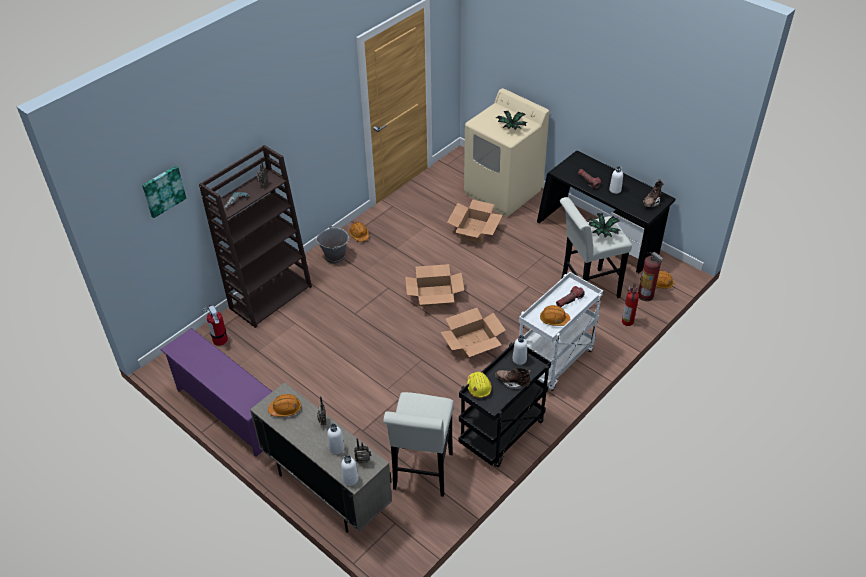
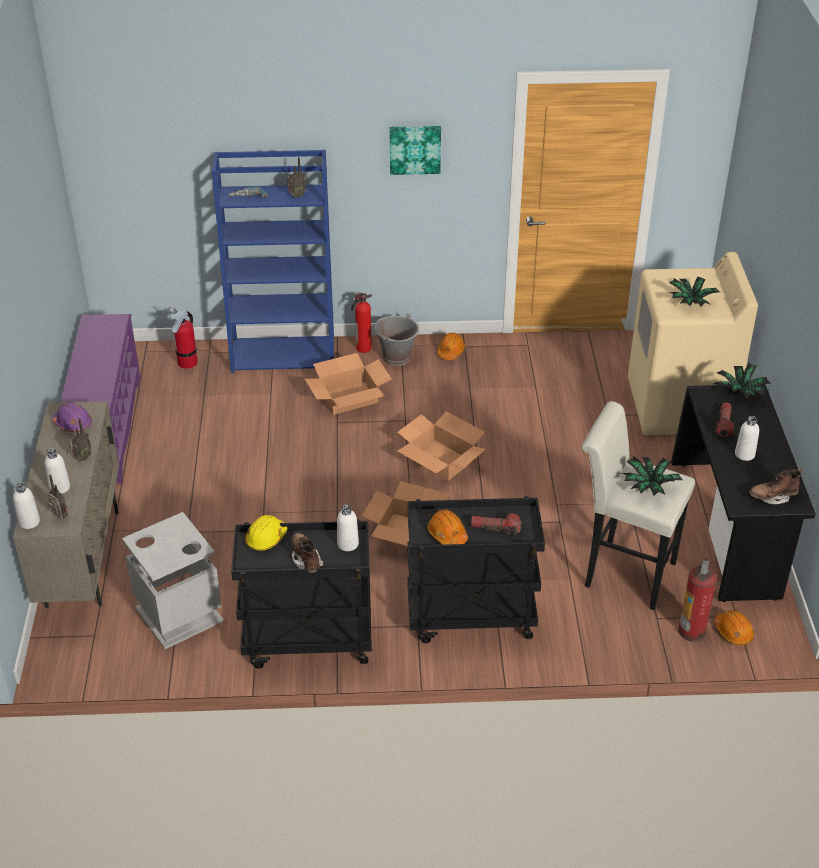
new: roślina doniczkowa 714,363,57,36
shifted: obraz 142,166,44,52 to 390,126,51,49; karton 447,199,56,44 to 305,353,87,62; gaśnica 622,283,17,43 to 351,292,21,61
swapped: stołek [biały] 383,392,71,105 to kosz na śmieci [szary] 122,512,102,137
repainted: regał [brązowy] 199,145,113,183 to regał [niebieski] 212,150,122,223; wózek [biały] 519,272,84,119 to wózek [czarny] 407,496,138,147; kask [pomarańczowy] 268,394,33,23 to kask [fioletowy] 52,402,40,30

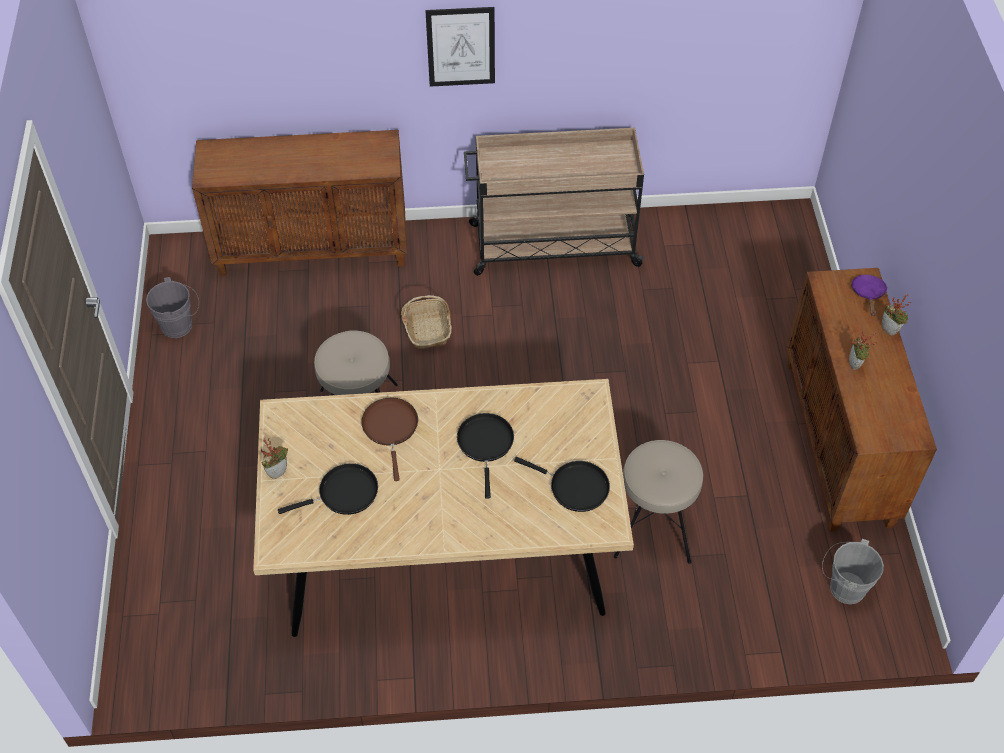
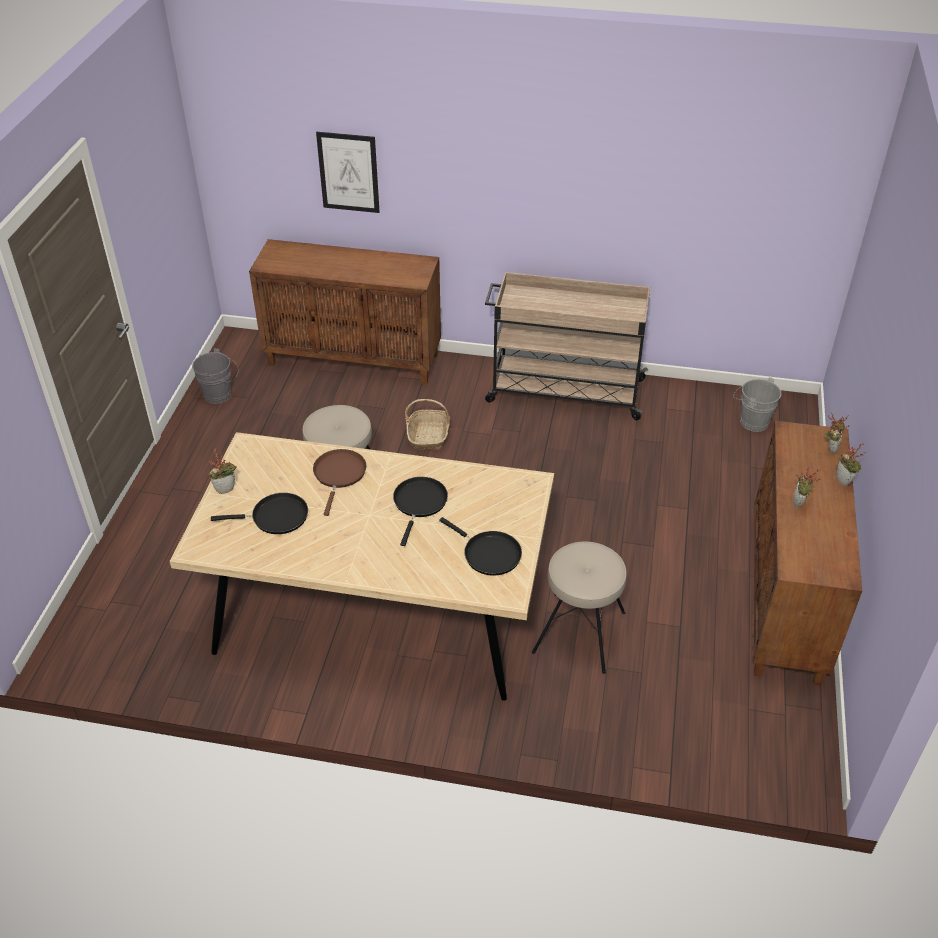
shifted: obraz 425,7,70,80 to 316,132,63,81; wiadro [szary] 822,539,62,65 to 733,377,48,55
swapped: patelnia [fioletowy] 851,275,37,41 to roślina doniczkowa 825,412,25,42

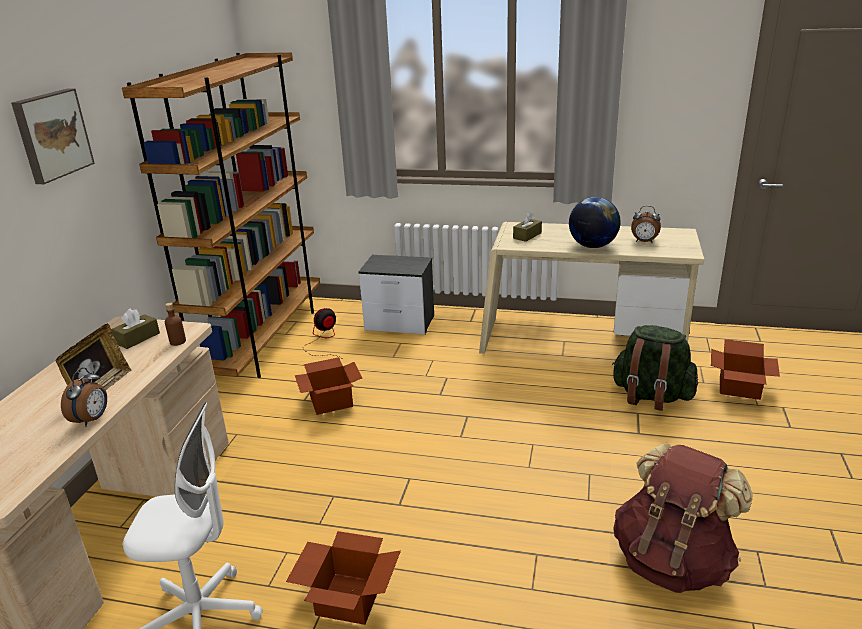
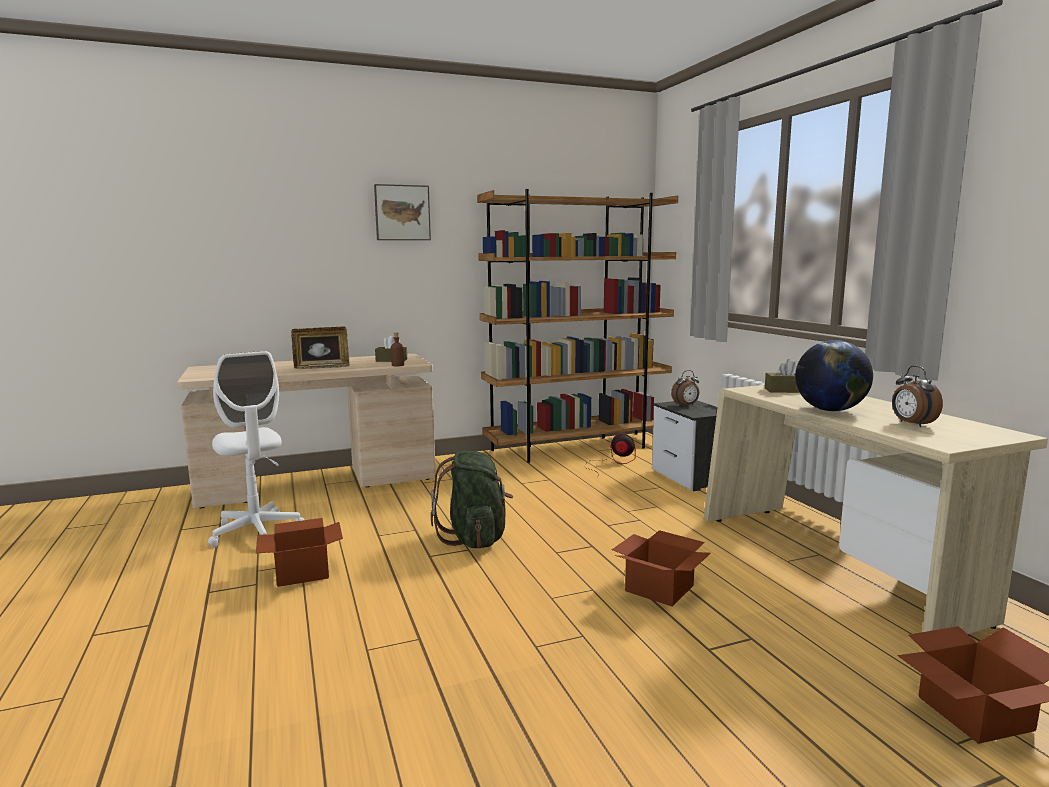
gone: plecak [brązowy] 613,443,140,150
shifted: plecak [zielony] 612,325,86,86 to 431,451,82,98; karton 295,357,67,58 to 612,530,99,76; budzik 61,367,46,60 to 671,370,29,37

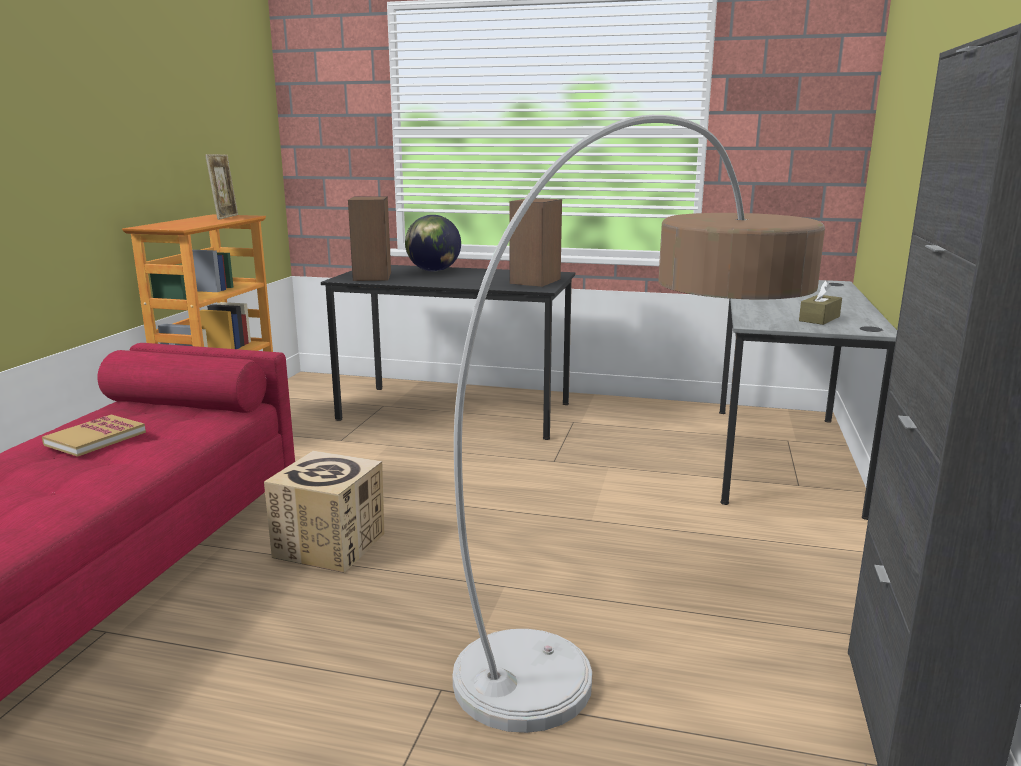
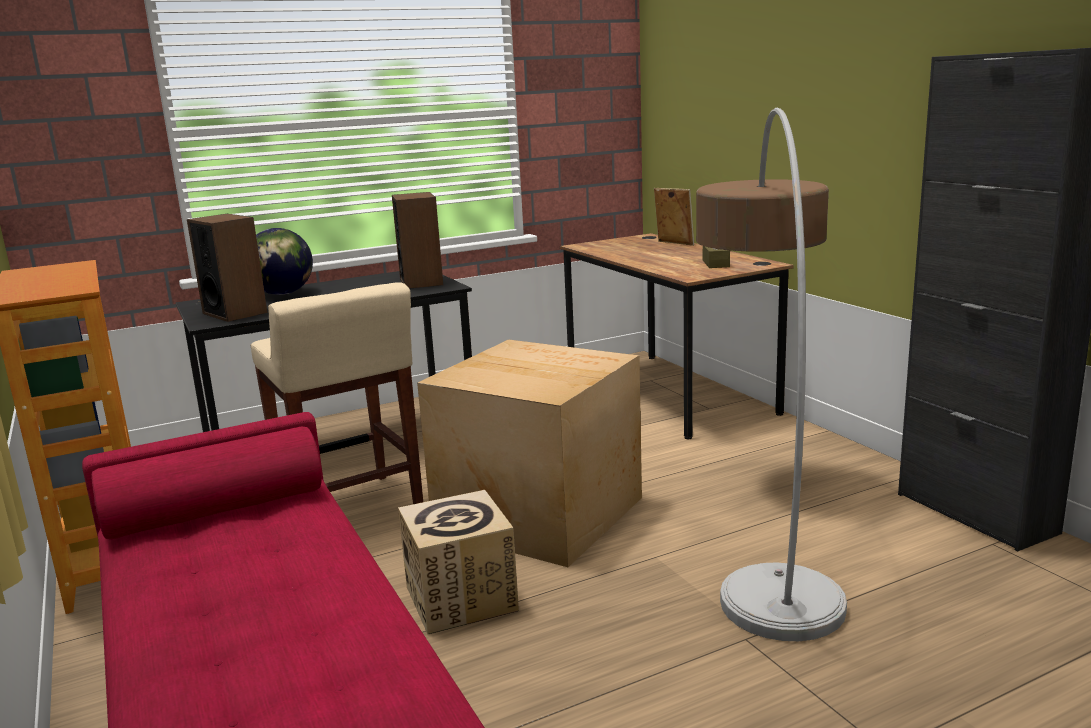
gone: książka 42,415,104,42
new: stołek [beżowy] 251,282,172,222; karton 417,339,225,228
shifted: ramka na zdjęcie 205,154,33,66 to 654,188,40,58
repainted: biurko [szary] 719,280,178,240 to biurko [brązowy] 560,233,234,206

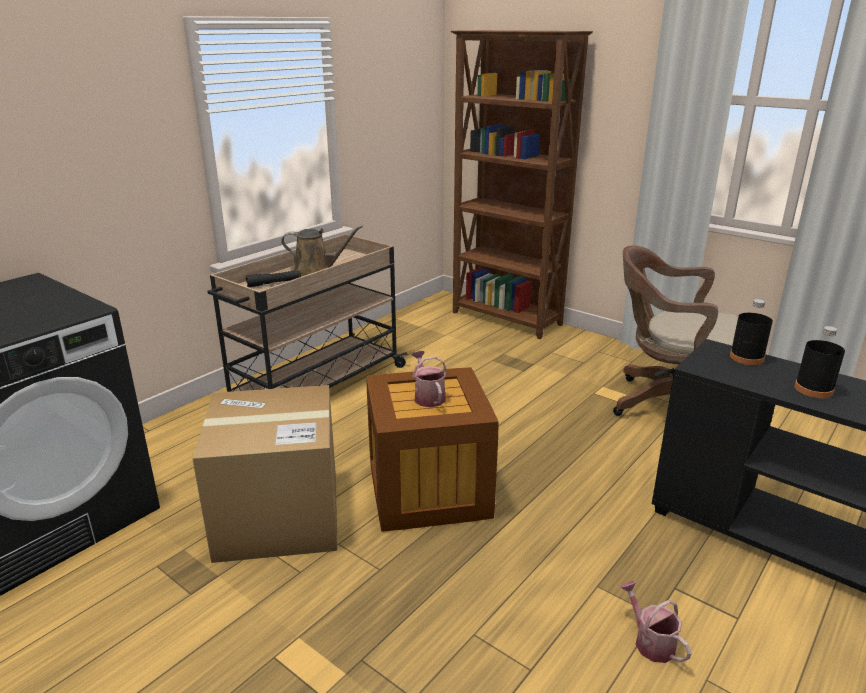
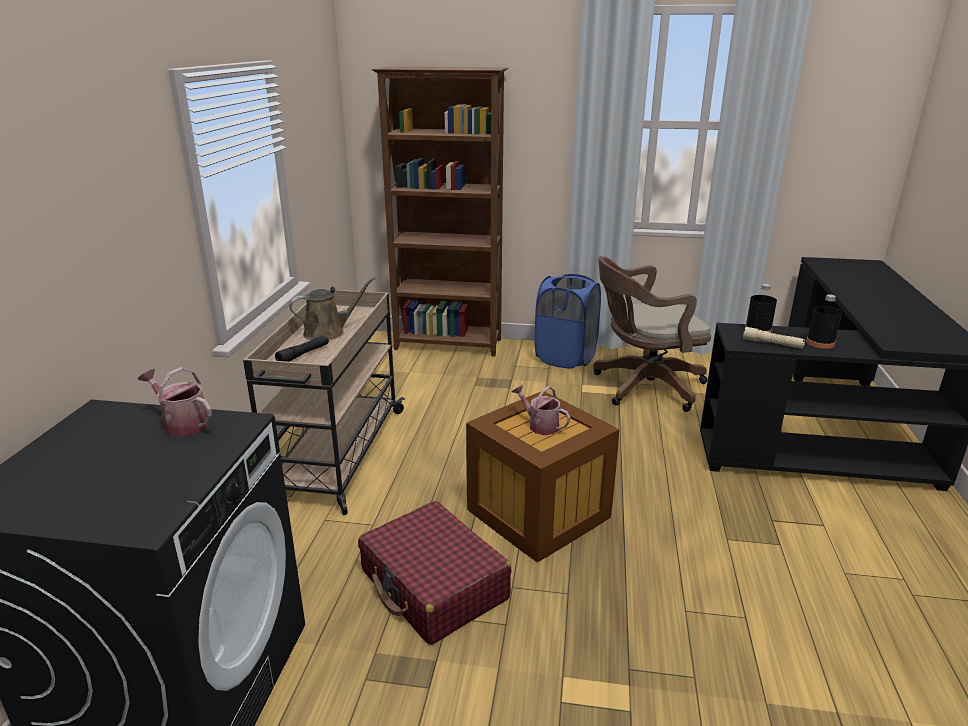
new: kosz na pranie [niebieski] 535,274,66,95; latarka [beżowy] 743,327,62,22
shifted: konewka 619,581,73,82 to 138,367,74,70
swapped: karton 193,385,145,178 to walizka [czerwony] 358,501,154,144

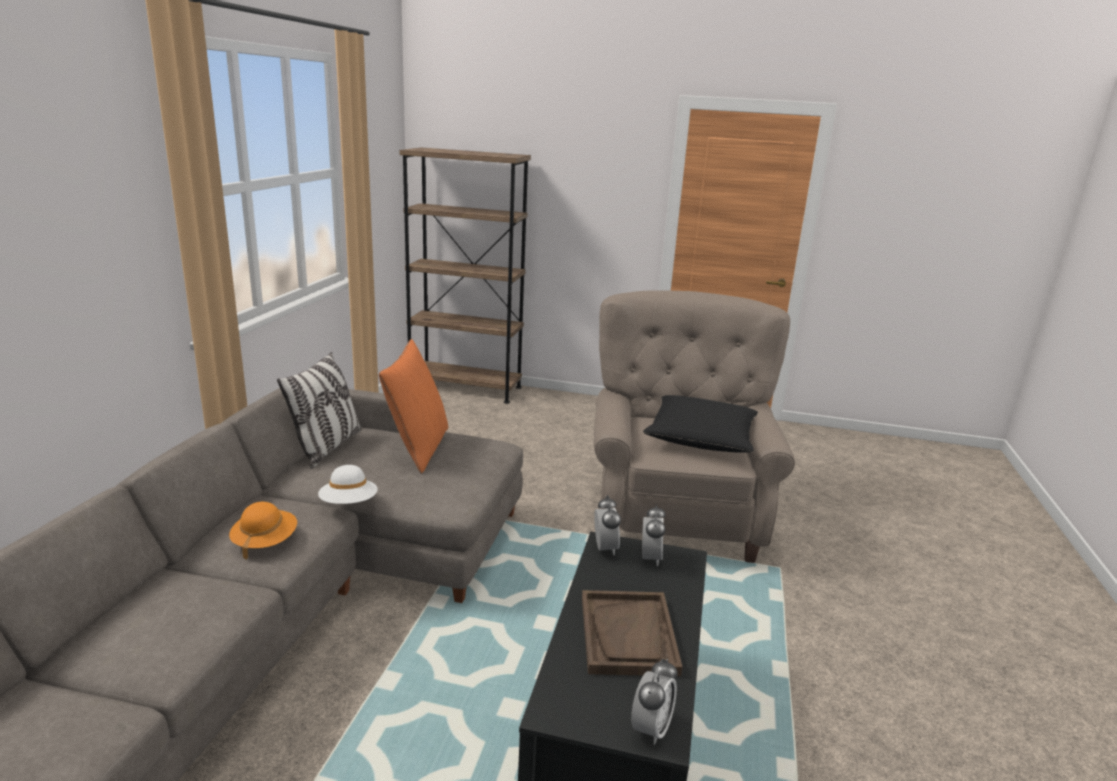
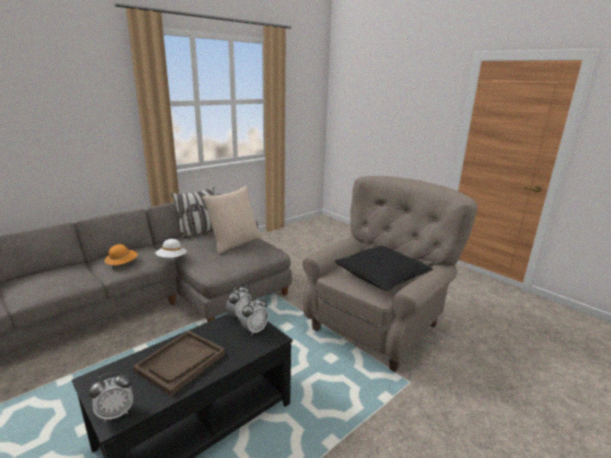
gone: regał [brązowy] 400,147,131,257
repainted: poduszka [pomarańczowy] 379,339,69,134 to poduszka [beżowy] 202,186,60,69

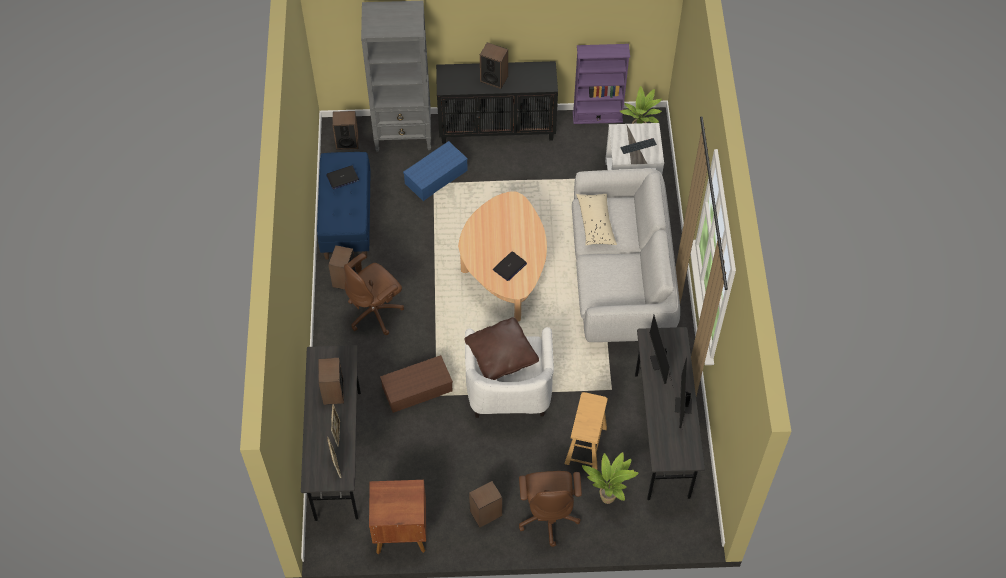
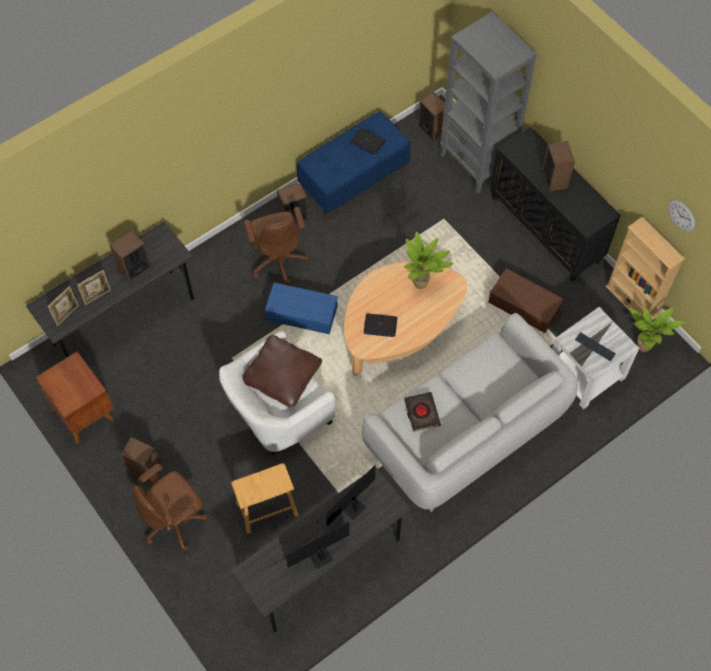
gone: poduszka [beżowy] 576,194,41,52
new: zegar ścienny 668,200,28,32; książka [czarny] 404,392,37,40
shifted: pojemnik do przechowywania [niebieski] 403,141,65,60 to 265,283,73,51; pojemnik do przechowywania [brązowy] 380,355,73,58 to 488,268,76,65; roślina doniczkowa 582,452,56,52 to 404,232,49,57
repainted: regał [fioletowy] 573,44,57,80 to regał [beżowy] 606,217,79,104
rotated: krzesło biurowe [brązowy] 344,253,60,82 = 243,207,66,79 120 degrees counterclockwise

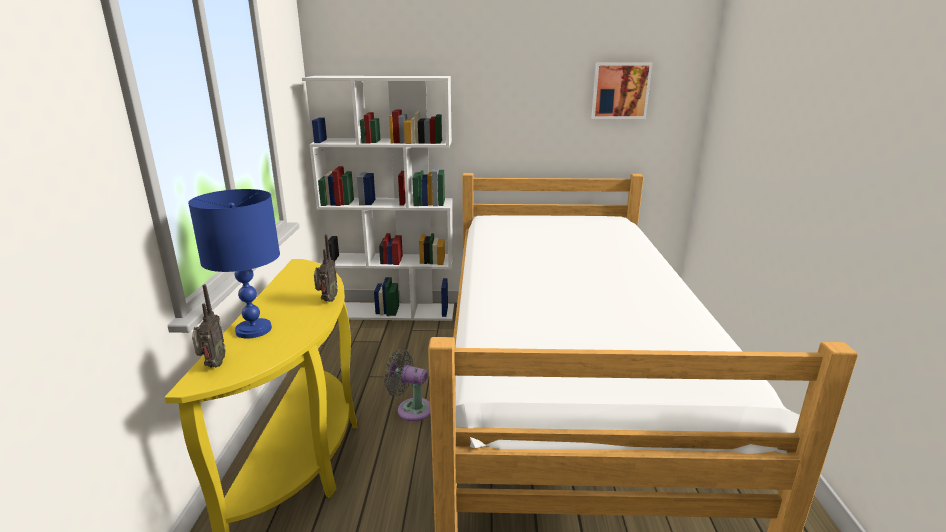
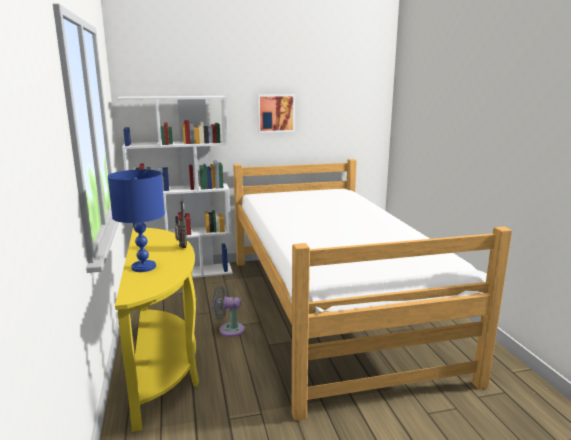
gone: radio 192,284,34,83
shifted: obraz 591,63,61,56 to 257,94,38,39

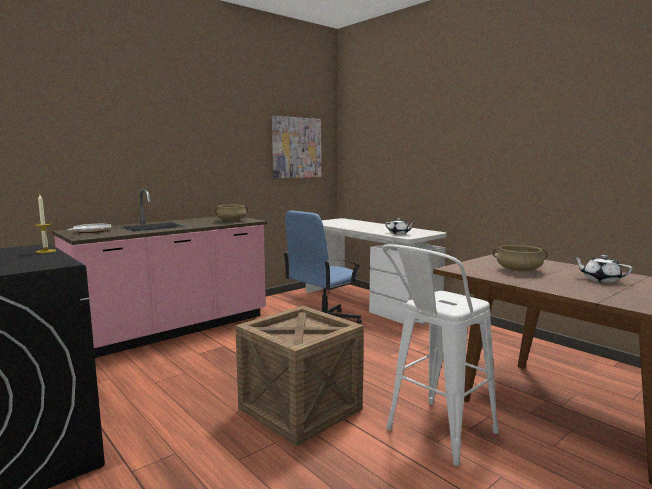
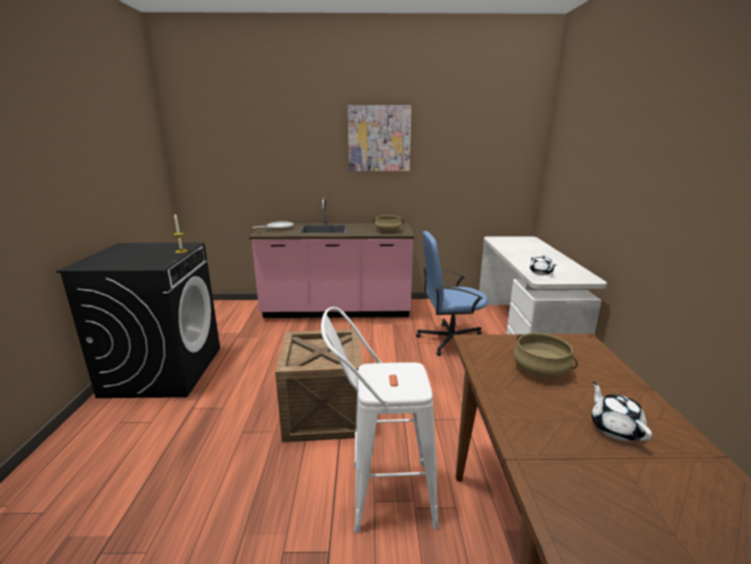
shifted: obraz 272,116,49,62 to 348,105,63,66

